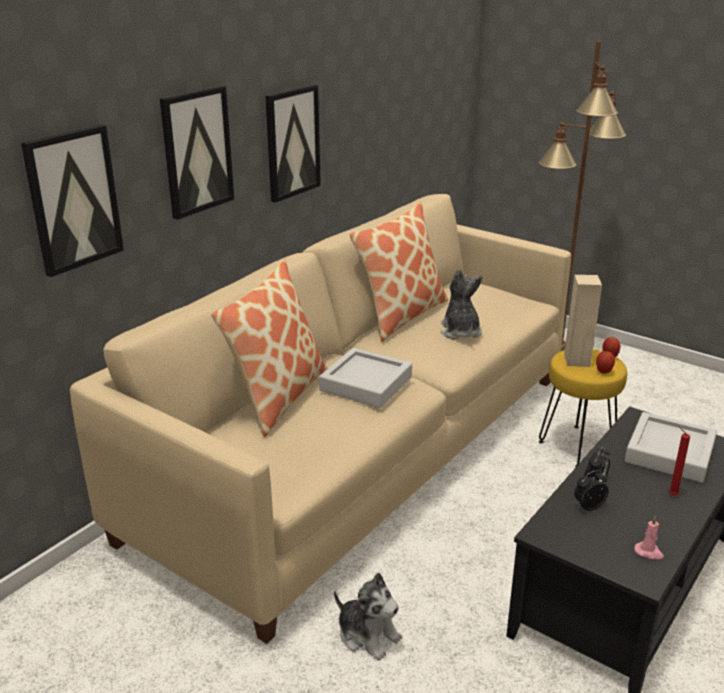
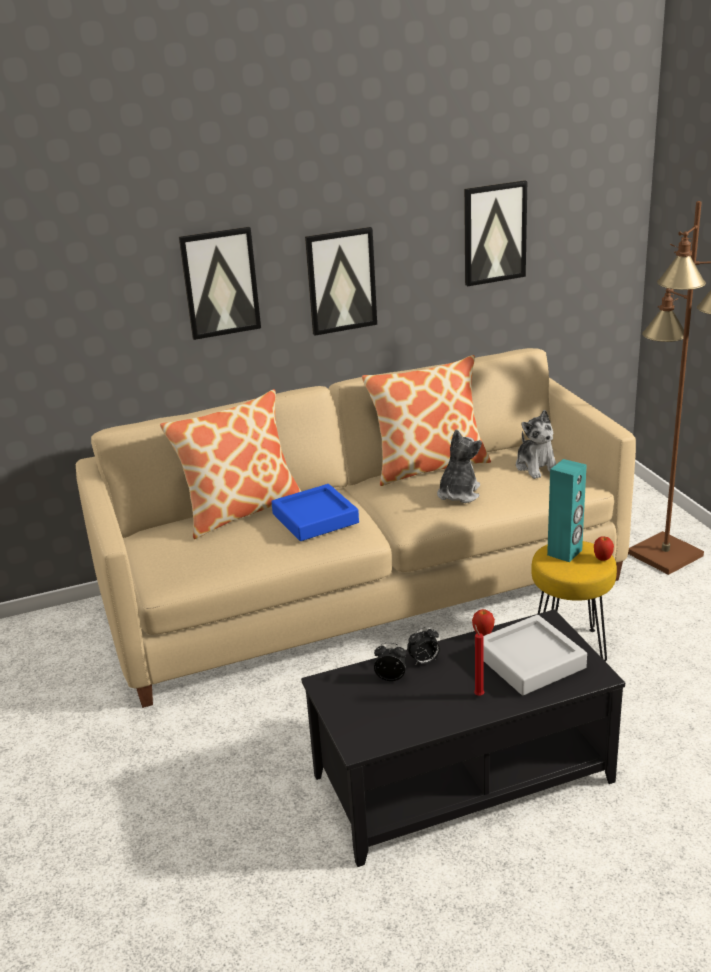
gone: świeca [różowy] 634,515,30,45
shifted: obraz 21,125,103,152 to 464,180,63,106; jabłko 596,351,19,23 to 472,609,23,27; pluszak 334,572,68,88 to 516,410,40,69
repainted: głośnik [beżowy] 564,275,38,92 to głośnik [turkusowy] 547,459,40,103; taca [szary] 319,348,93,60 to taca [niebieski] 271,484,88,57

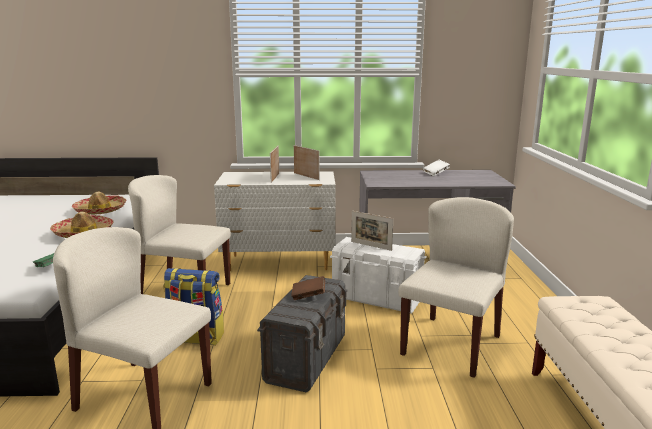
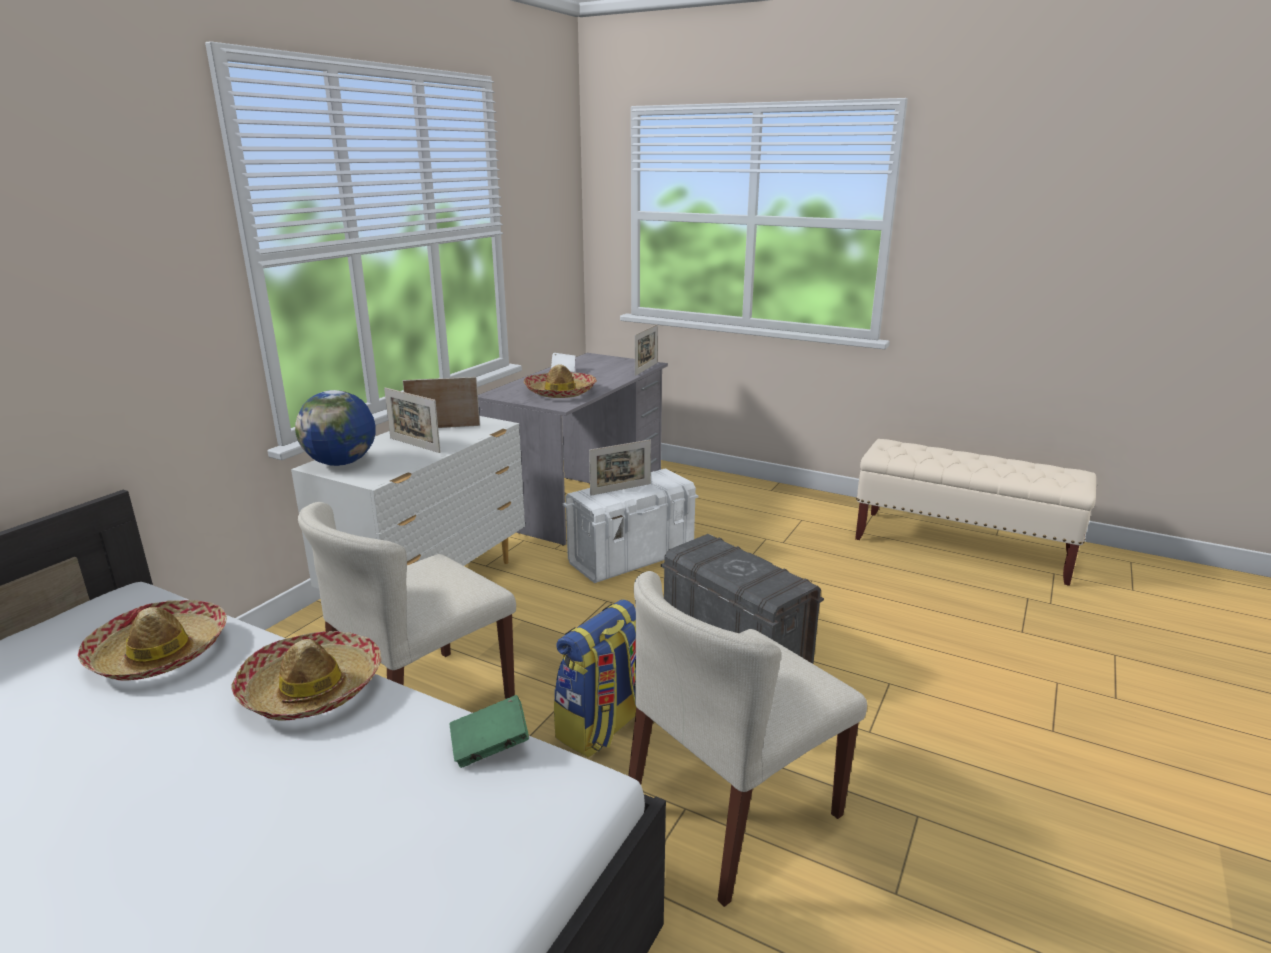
gone: krzesło [beżowy] 398,197,116,181; książka [brązowy] 291,276,34,24
new: ramka na zdjęcie 635,324,23,52; kapelusz 524,364,73,34; globus 295,390,81,76

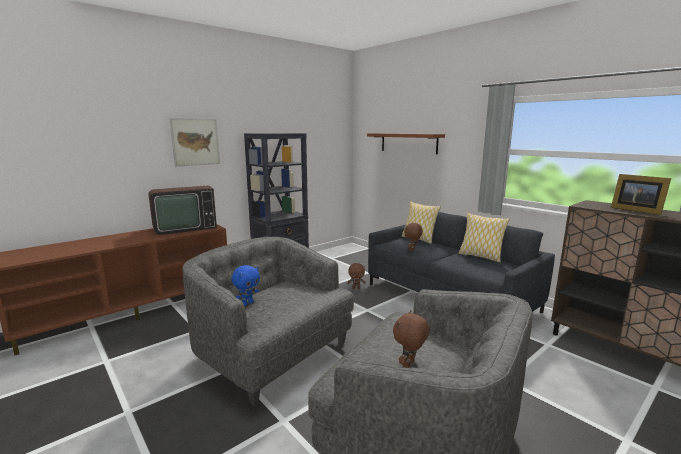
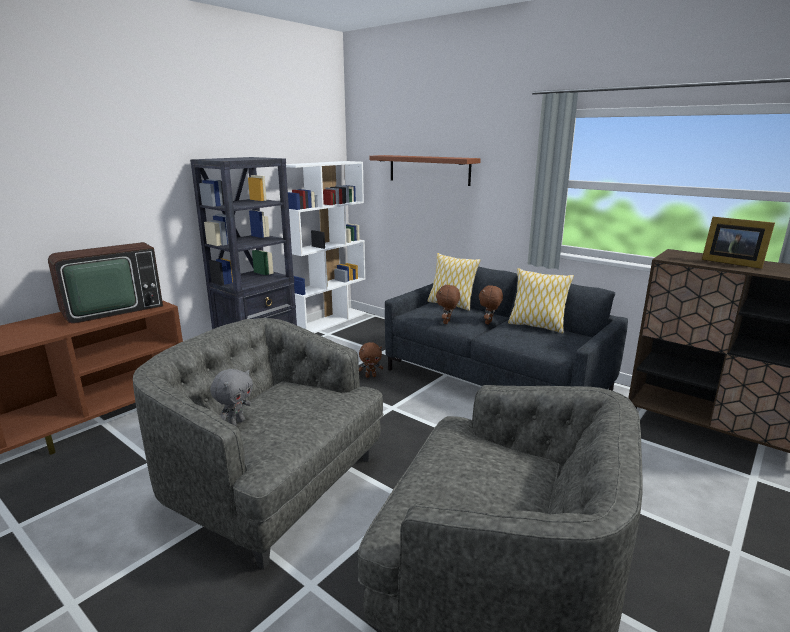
gone: obraz 169,118,51,49
new: regał [biały] 286,161,80,172
shifted: pluszak [brązowy] 393,310,37,58 to 479,285,24,40
repainted: pluszak [niebieski] 231,265,29,41 to pluszak [szary] 210,369,43,57

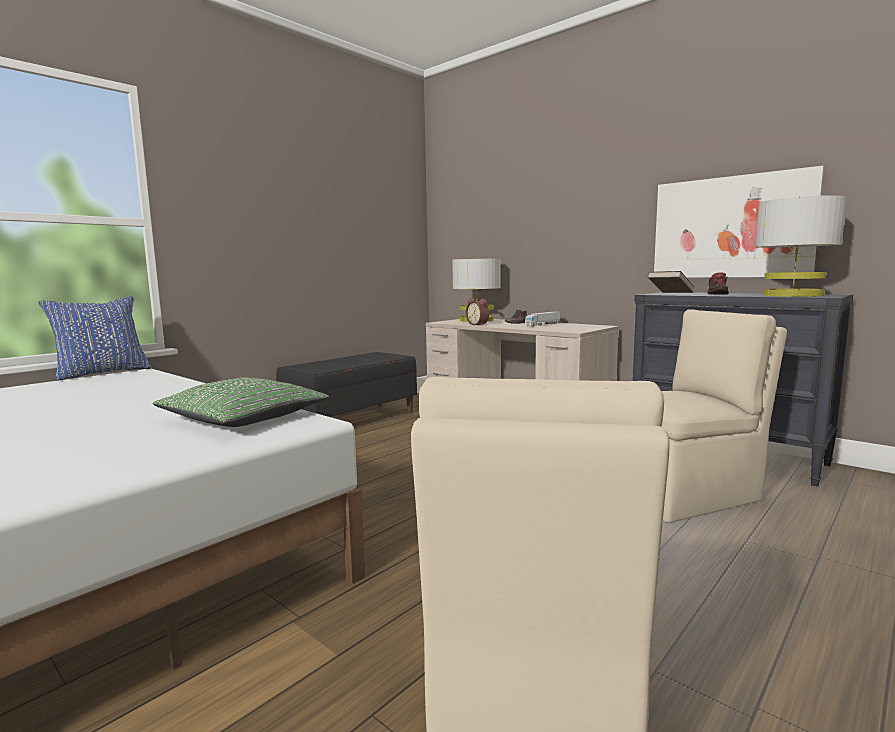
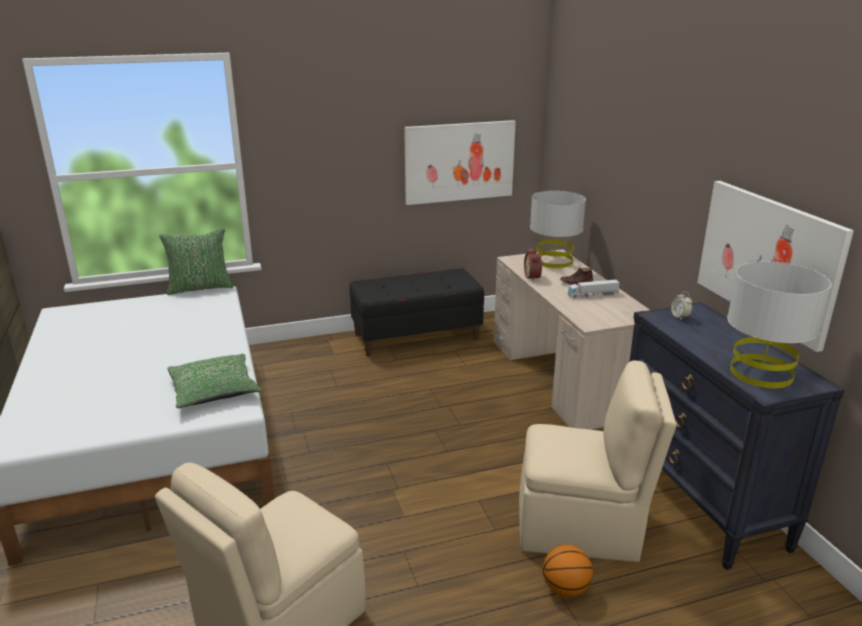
gone: but 707,272,22,23
new: obraz 404,120,112,85; piłka do koszykówki 543,545,50,52
swapped: książka [brązowy] 647,271,47,22 to budzik 671,292,21,27
repainted: poduszka [niebieski] 39,296,113,84 to poduszka [zielony] 159,228,74,67

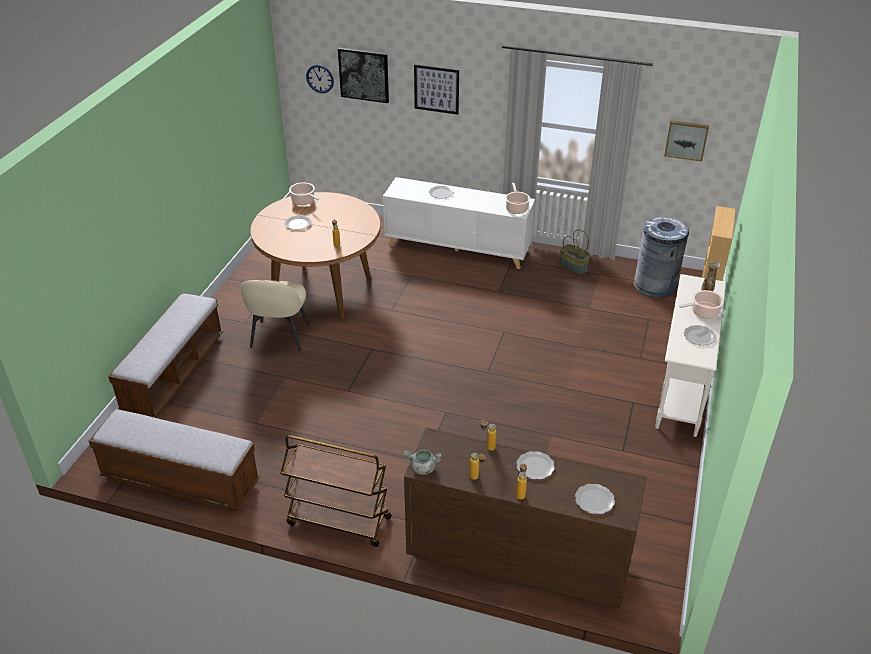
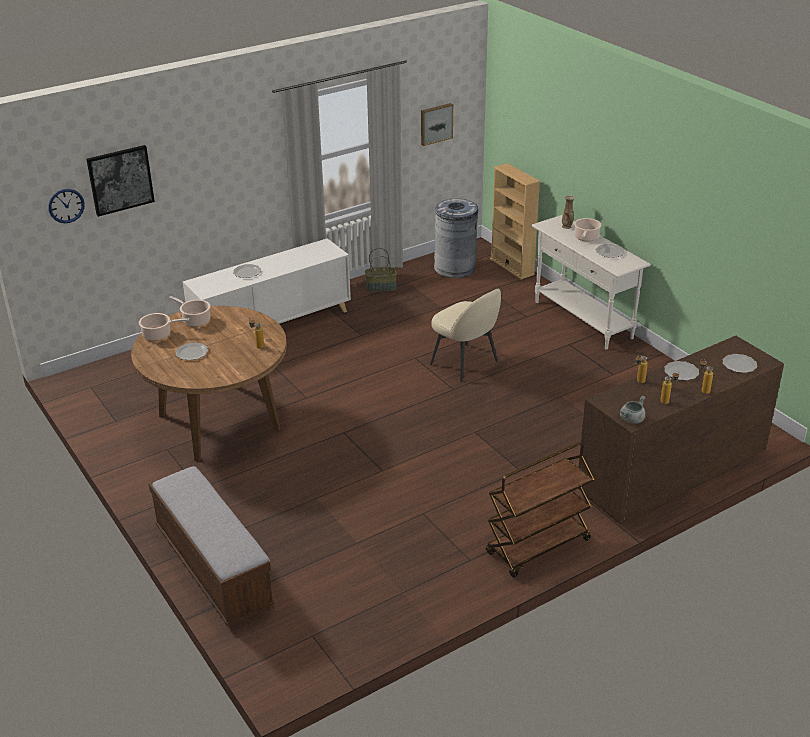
gone: obraz 414,64,45,51; ławka 89,409,170,103
shifted: garnek 505,183,25,31 to 169,296,41,31; krzesło [beżowy] 241,280,69,71 to 430,288,71,94

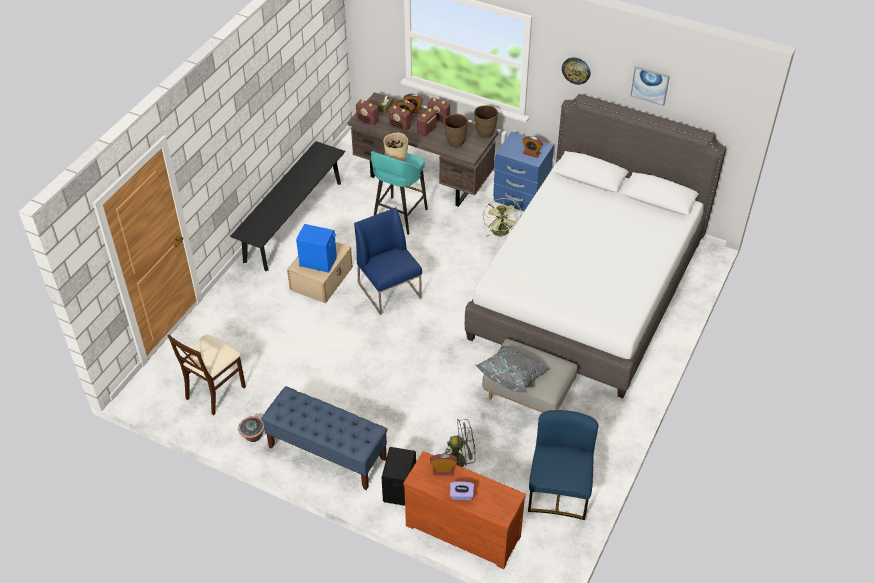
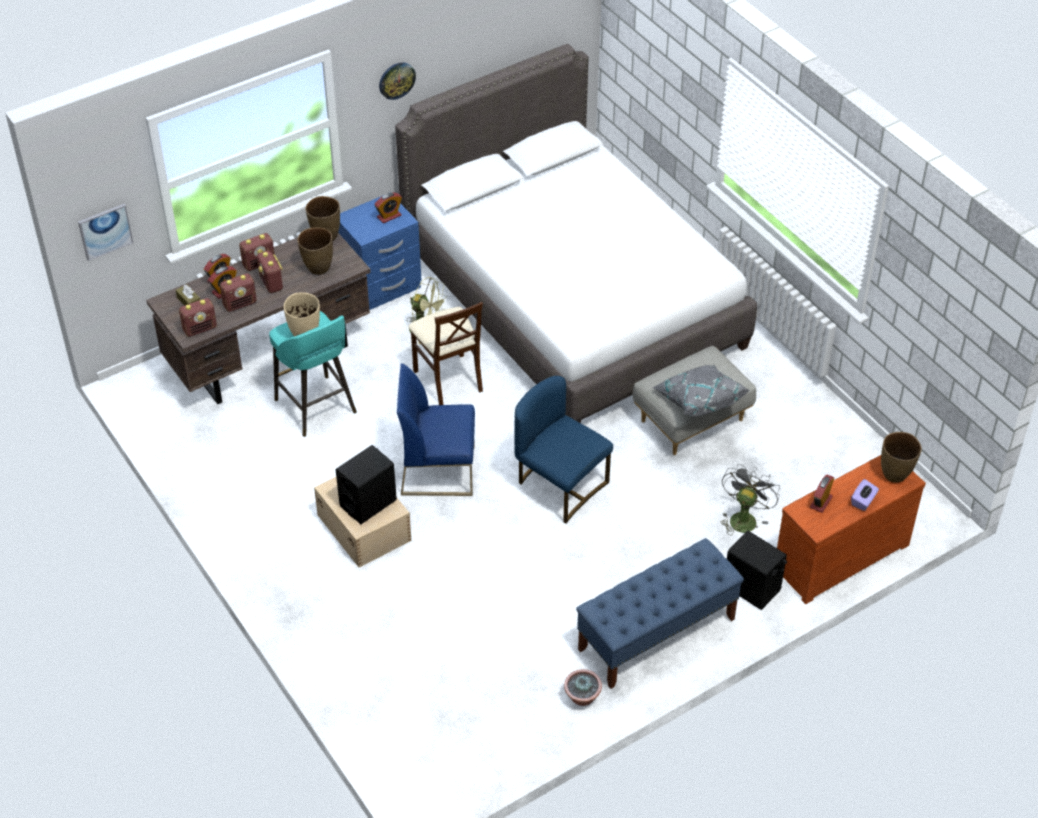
gone: ławka [czarny] 230,141,115,130
new: wazon [brązowy] 881,432,41,51
shifted: obraz 630,66,40,40 to 78,204,55,57; krzesło [beżowy] 168,335,78,80 to 408,302,75,103; krzesło [niebieski] 528,410,70,110 to 514,376,99,148
repainted: głośnik [niebieski] 296,224,41,49 to głośnik [czarny] 336,445,61,79

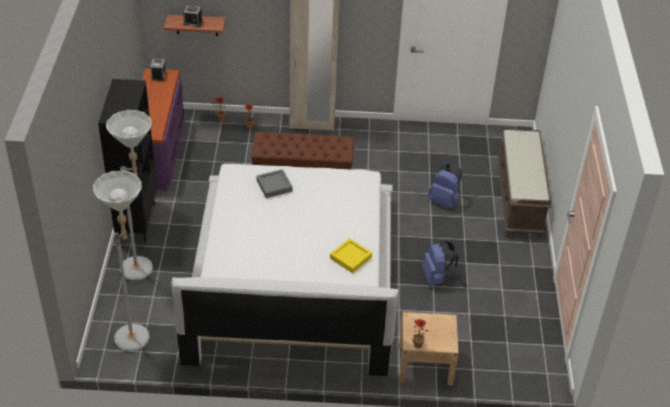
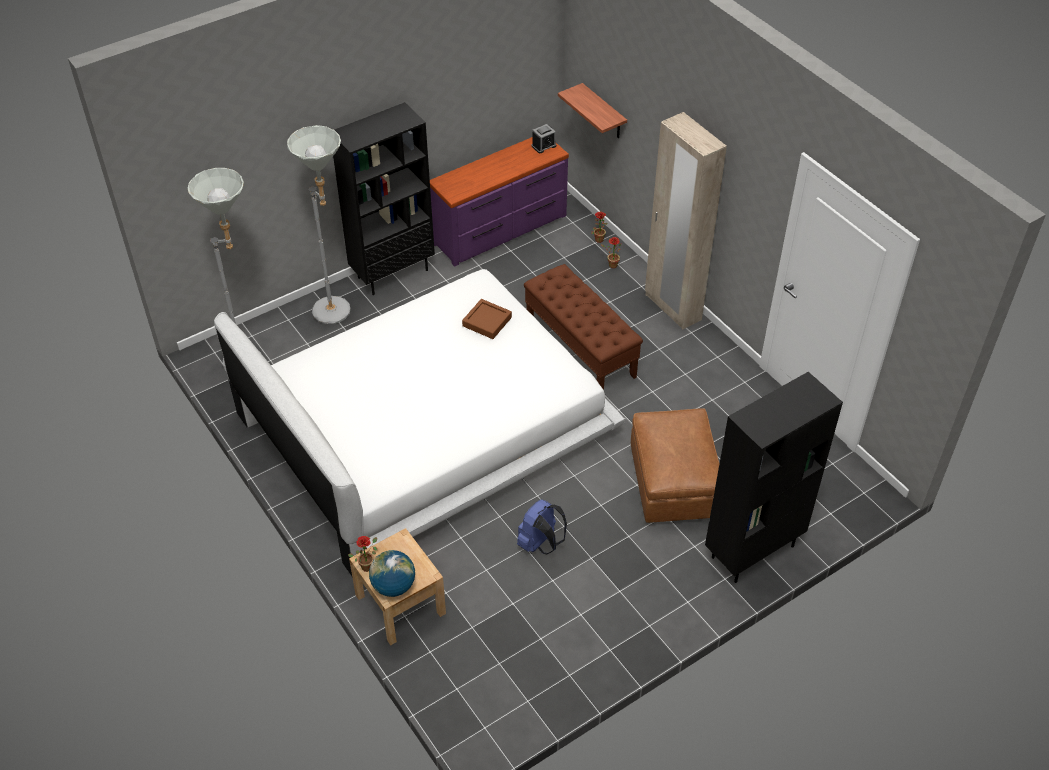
gone: budzik 183,5,20,22; taca [żółty] 330,238,42,35
new: globus 369,550,46,47
swapped: ławka [brązowy] 498,129,53,109 to regał [czarny] 705,372,138,211; plecak [niebieski] 428,164,35,44 to pufa [brązowy] 631,408,89,115
repainted: taca [szary] 256,169,37,29 to taca [brązowy] 462,299,50,40

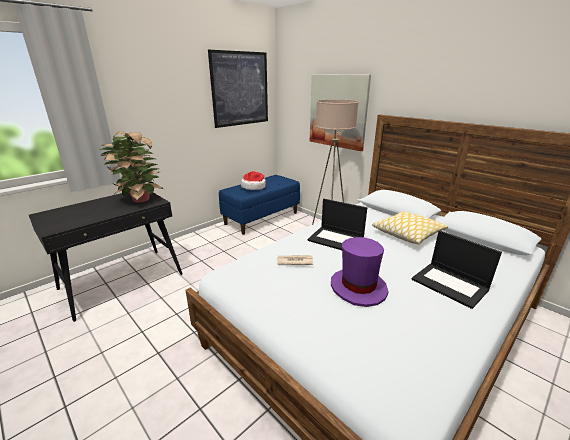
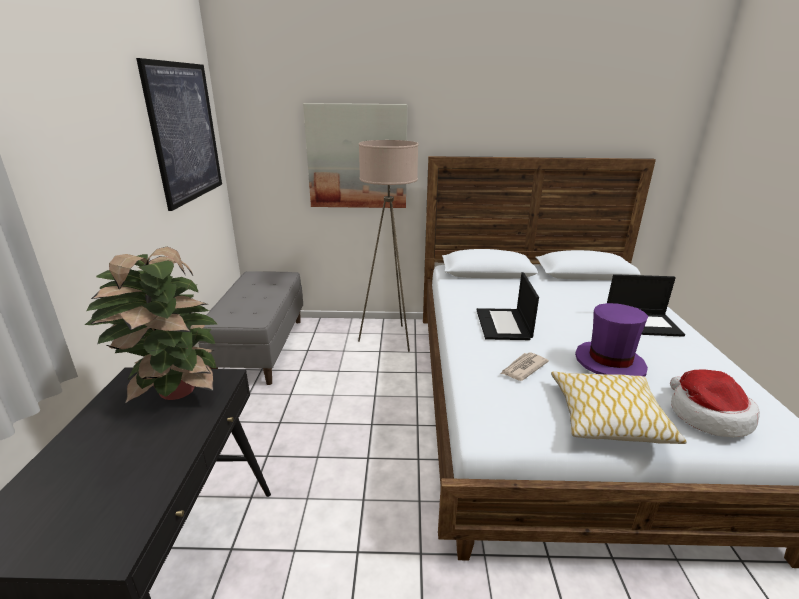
shifted: kapelusz 241,171,25,19 to 670,369,90,68; poduszka 372,211,76,33 to 551,372,136,72
repainted: ławka [niebieski] 219,175,81,60 to ławka [szary] 198,271,105,114
rotated: laptop 307,199,60,51 = 477,272,62,68 105 degrees clockwise

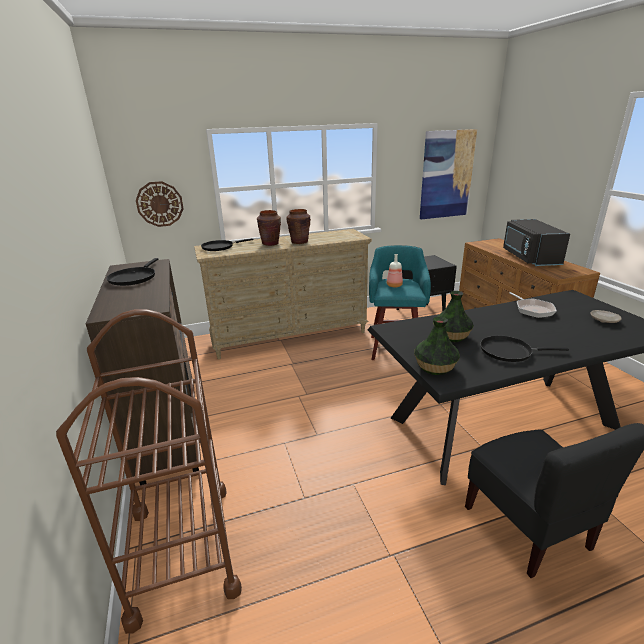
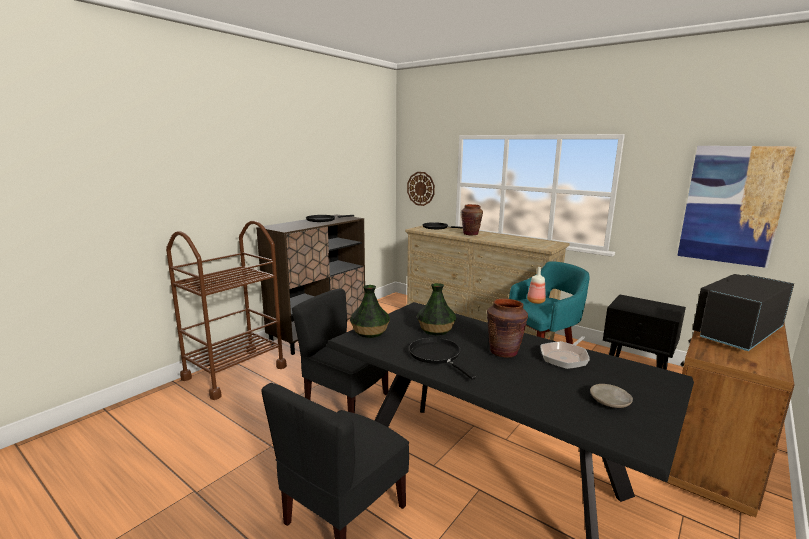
new: krzesło [czarny] 292,289,96,124
shifted: wazon [brązowy] 287,209,24,35 to 487,299,41,59

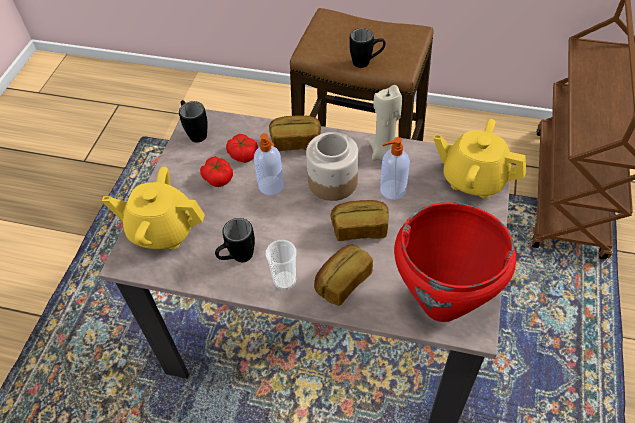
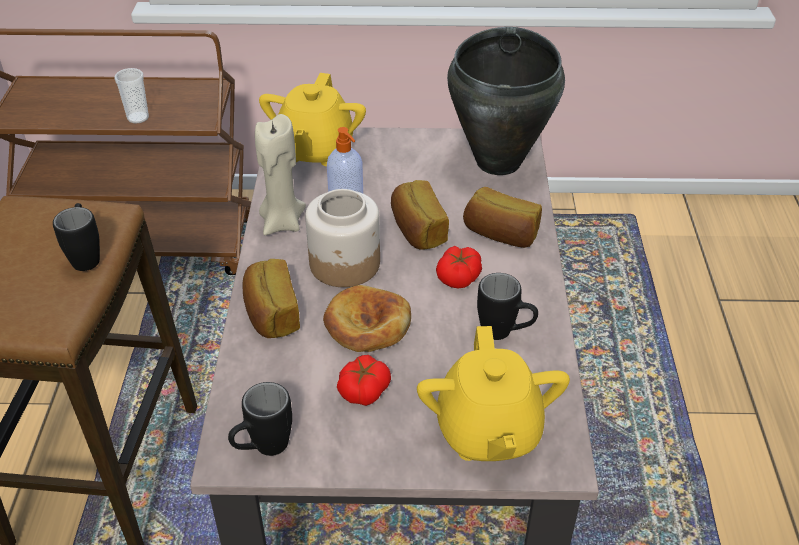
shifted: pomidor 226,134,32,29 to 436,246,46,42; filiżanka 266,240,30,50 to 114,68,35,56
swapped: dozownik mydła 254,133,30,62 to chleb 323,285,88,67
repainted: garnek [czerwony] 394,202,122,120 to garnek [czarny] 447,27,118,148

